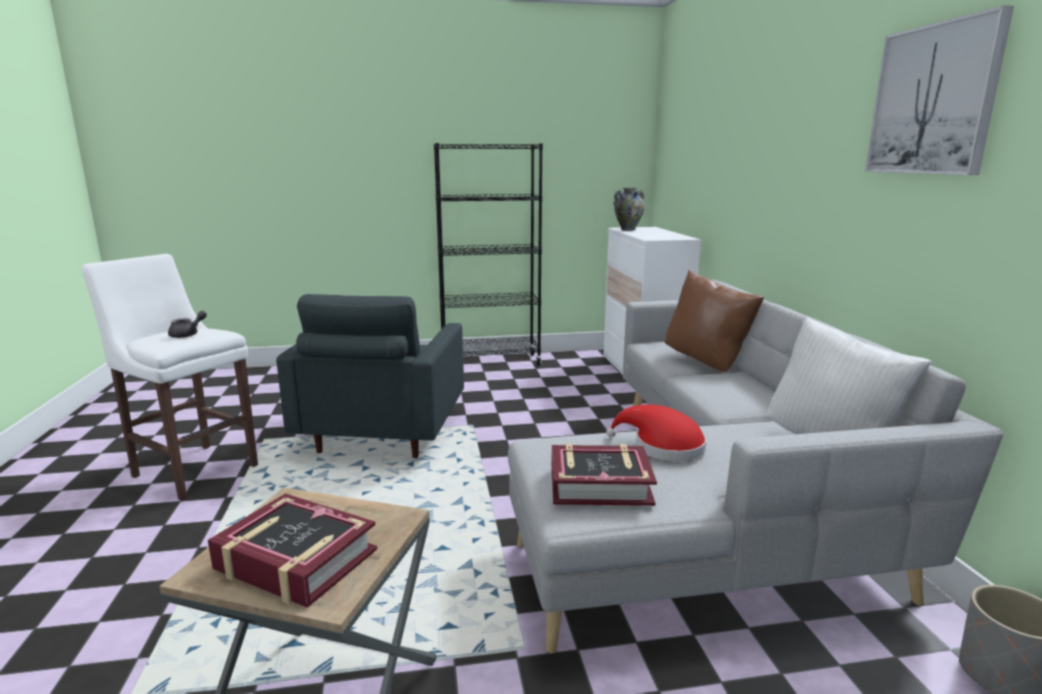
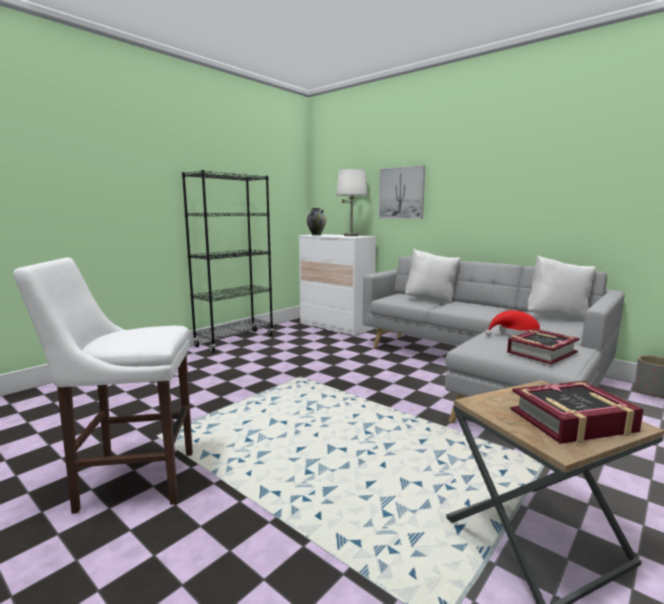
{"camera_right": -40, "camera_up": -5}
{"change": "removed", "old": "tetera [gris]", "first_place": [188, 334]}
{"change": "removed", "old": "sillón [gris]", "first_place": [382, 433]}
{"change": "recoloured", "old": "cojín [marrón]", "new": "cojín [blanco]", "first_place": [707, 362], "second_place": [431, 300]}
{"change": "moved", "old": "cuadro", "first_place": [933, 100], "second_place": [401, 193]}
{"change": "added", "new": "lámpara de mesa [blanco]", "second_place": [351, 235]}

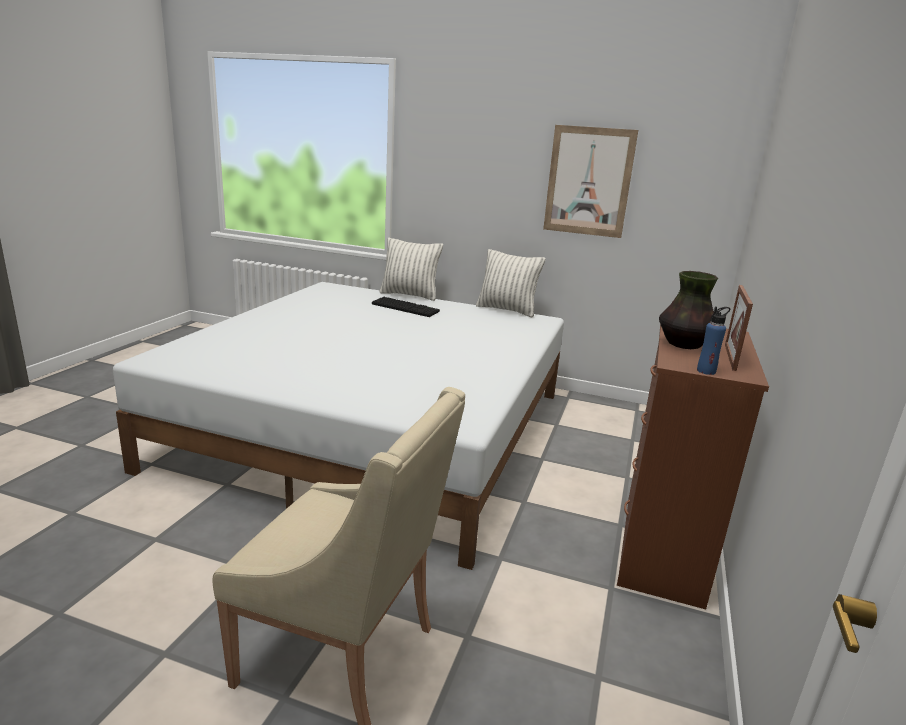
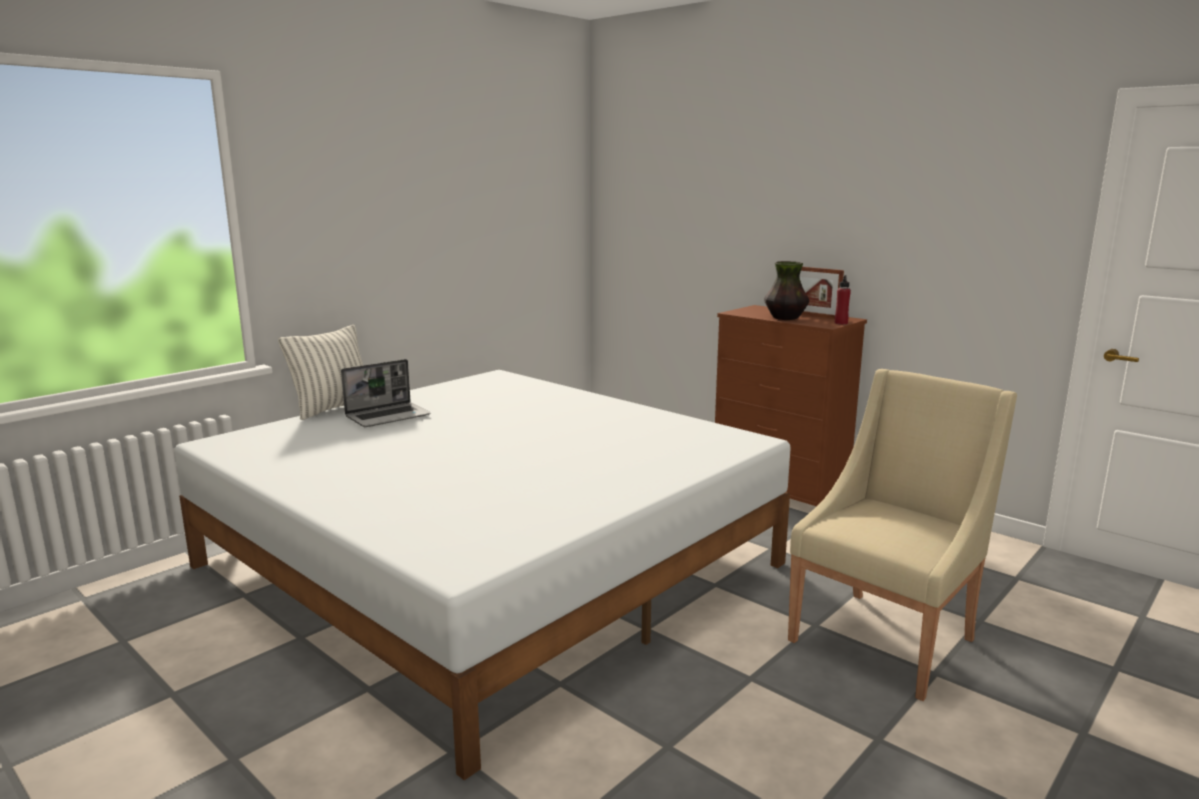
{"camera_right": -65, "camera_up": -5}
{"change": "replaced", "old": "teclado", "new": "portátil", "first_place": [406, 308], "second_place": [388, 416]}
{"change": "removed", "old": "cojín", "first_place": [507, 310]}
{"change": "removed", "old": "cuadro", "first_place": [588, 181]}
{"change": "recoloured", "old": "botella [azul]", "new": "botella [rojo]", "first_place": [706, 371], "second_place": [841, 323]}

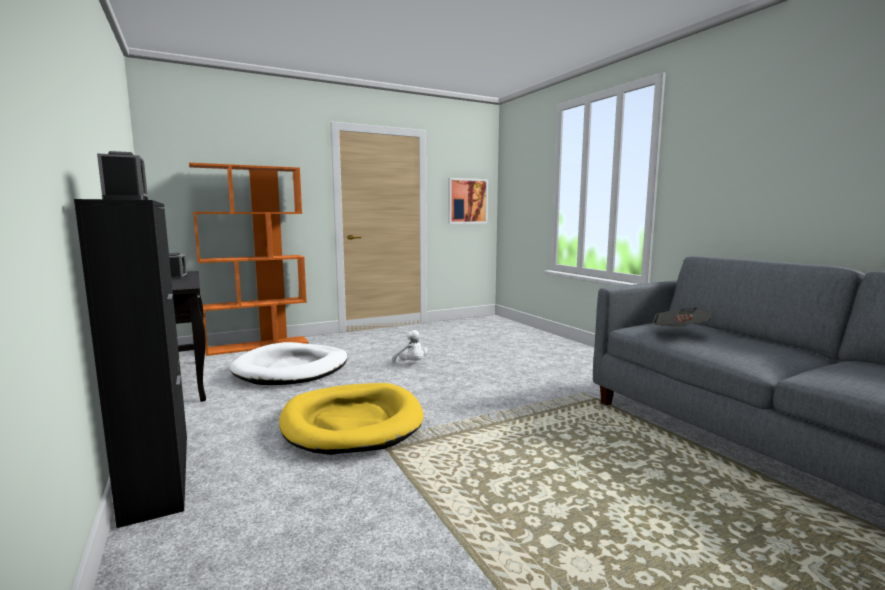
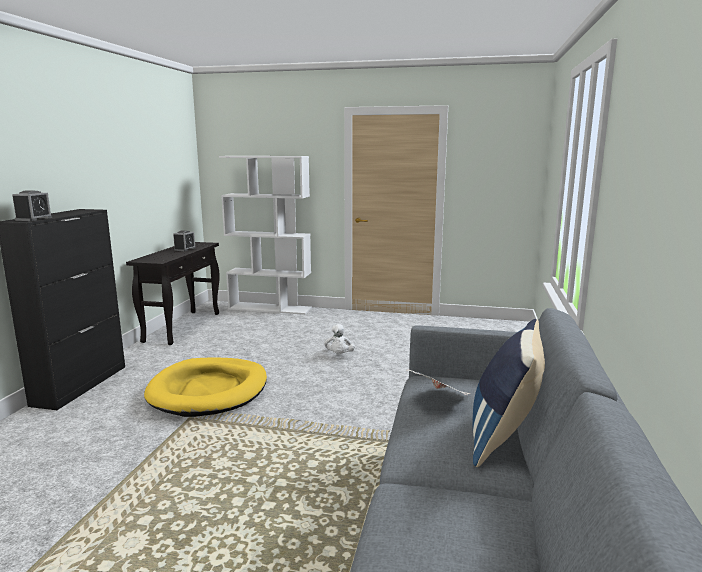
{"camera_right": 40, "camera_up": 5}
{"change": "recoloured", "old": "estantería [naranja]", "new": "estantería [blanco]", "first_place": [258, 345], "second_place": [270, 308]}
{"change": "removed", "old": "cama para perro [blanco]", "first_place": [292, 369]}
{"change": "removed", "old": "cuadro", "first_place": [467, 201]}
{"change": "added", "new": "cojín [azul]", "second_place": [504, 437]}

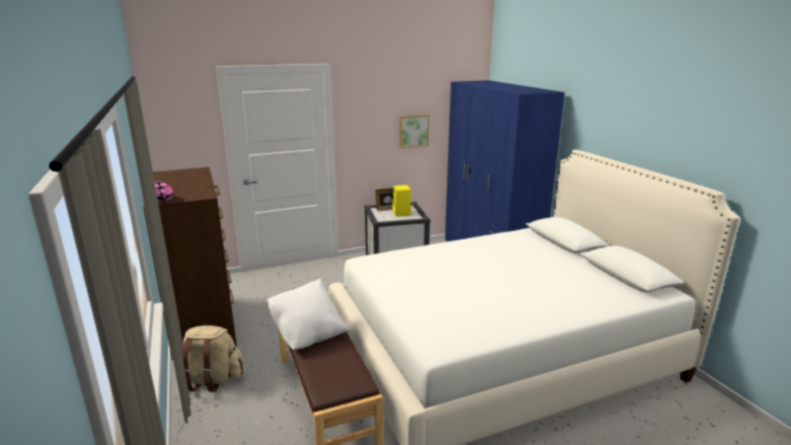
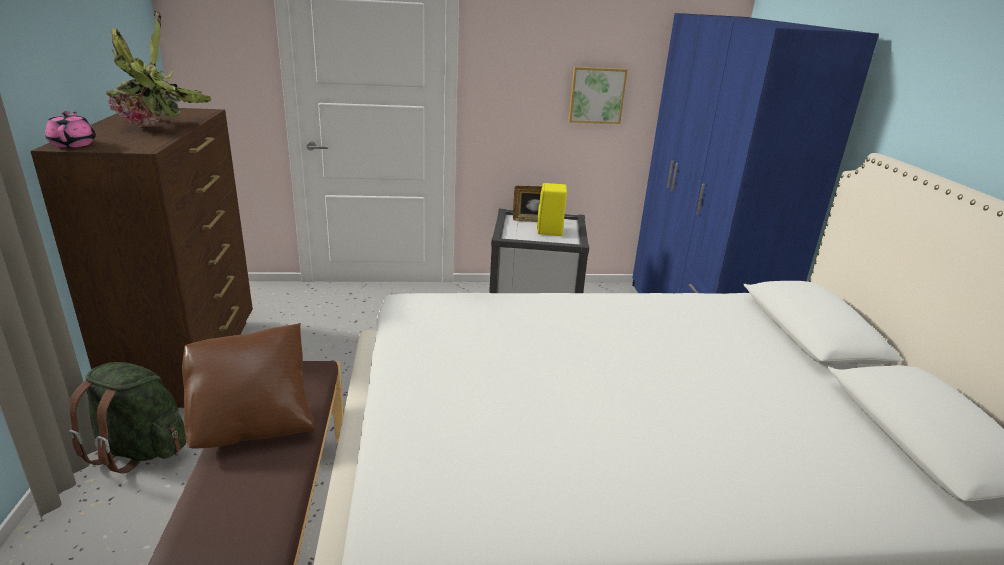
{"camera_right": 15, "camera_up": 5}
{"change": "recoloured", "old": "mochila [beis]", "new": "mochila [verde]", "first_place": [212, 379], "second_place": [139, 450]}
{"change": "recoloured", "old": "cojín [blanco]", "new": "cojín [marrón]", "first_place": [308, 334], "second_place": [253, 419]}
{"change": "added", "new": "planta en maceta", "second_place": [161, 126]}

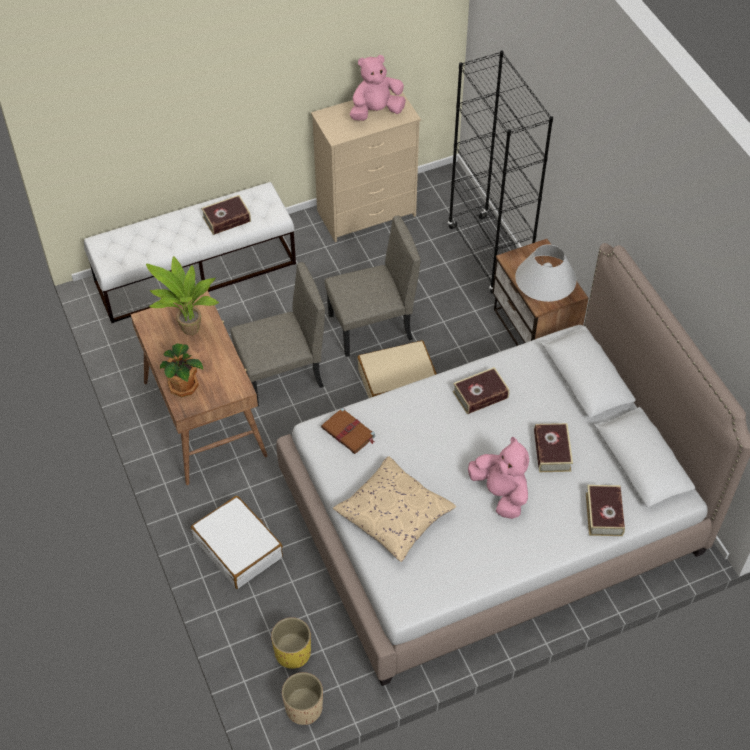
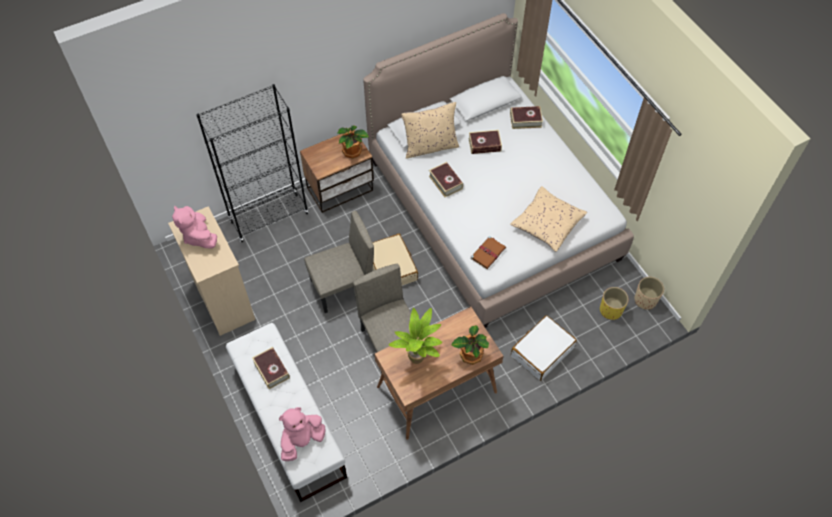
{"camera_right": -95, "camera_up": 5}
{"change": "turned", "old": "silla [beis]", "first_place": [370, 327], "second_place": [342, 287], "degrees": 90}
{"change": "moved", "old": "peluche [rosa]", "first_place": [500, 493], "second_place": [302, 440]}
{"change": "replaced", "old": "lámpara de mesa [blanco]", "new": "planta en maceta", "first_place": [543, 294], "second_place": [352, 152]}
{"change": "added", "new": "cojín [beis]", "second_place": [430, 146]}

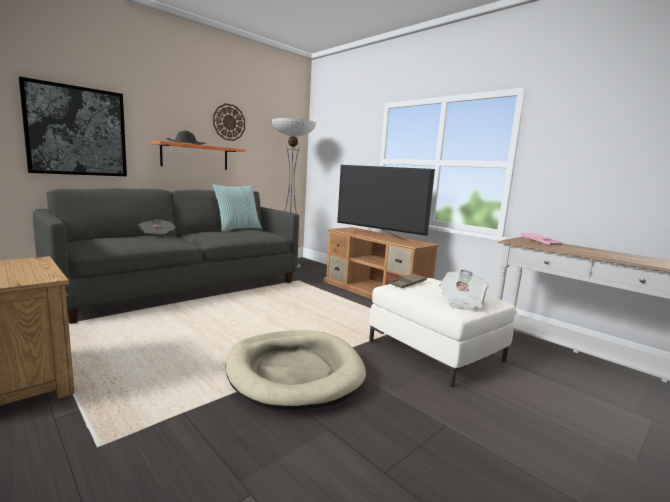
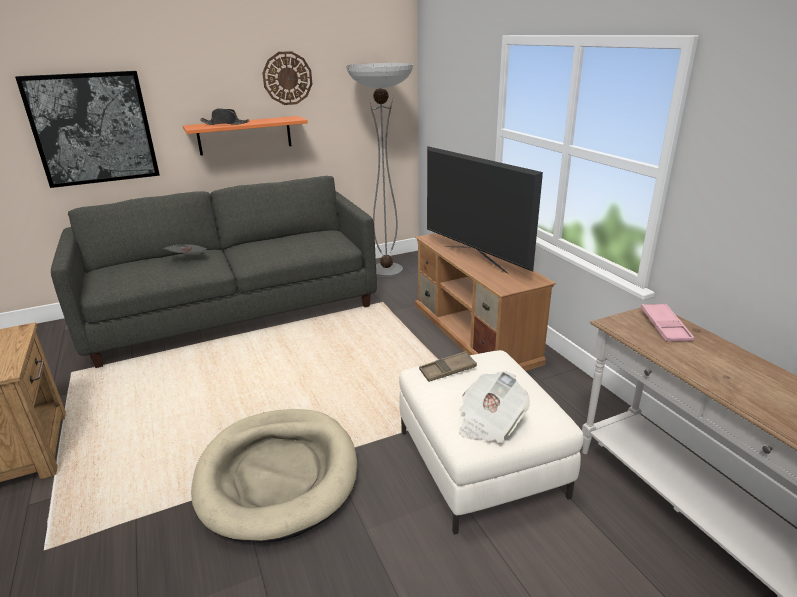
{"camera_right": 20, "camera_up": 15}
{"change": "removed", "old": "cojín", "first_place": [237, 229]}

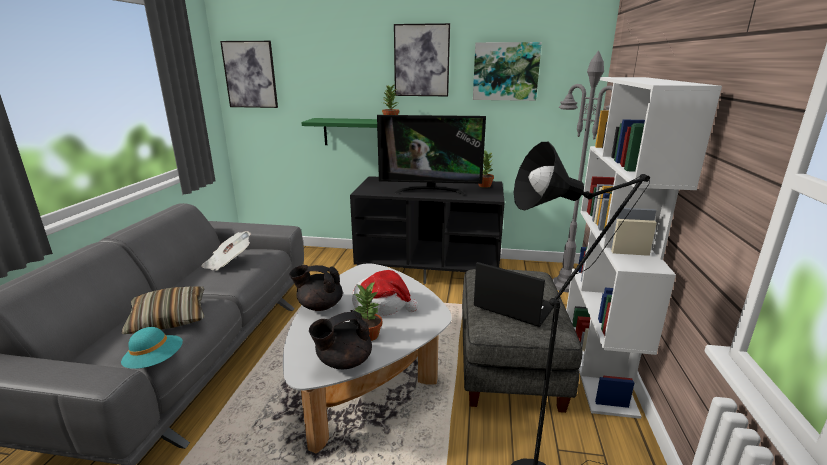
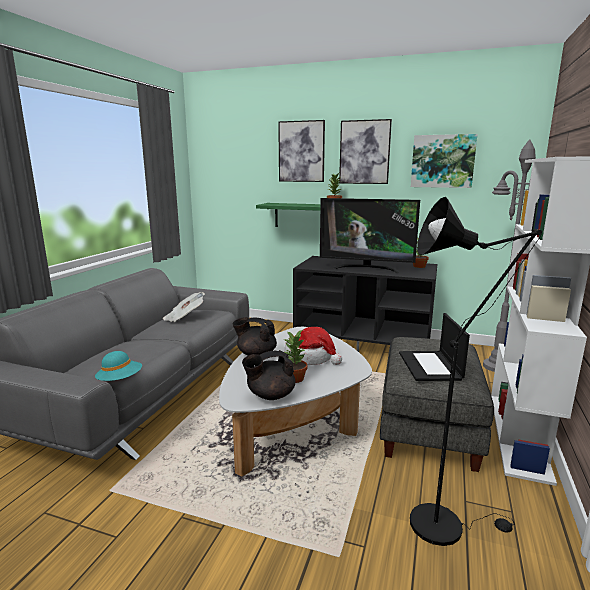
{"camera_right": 10, "camera_up": -5}
{"change": "removed", "old": "cojín", "first_place": [169, 318]}
{"change": "moved", "old": "cuadro", "first_place": [250, 74], "second_place": [301, 151]}
{"change": "turned", "old": "portátil", "first_place": [513, 306], "second_place": [430, 366], "degrees": -135}

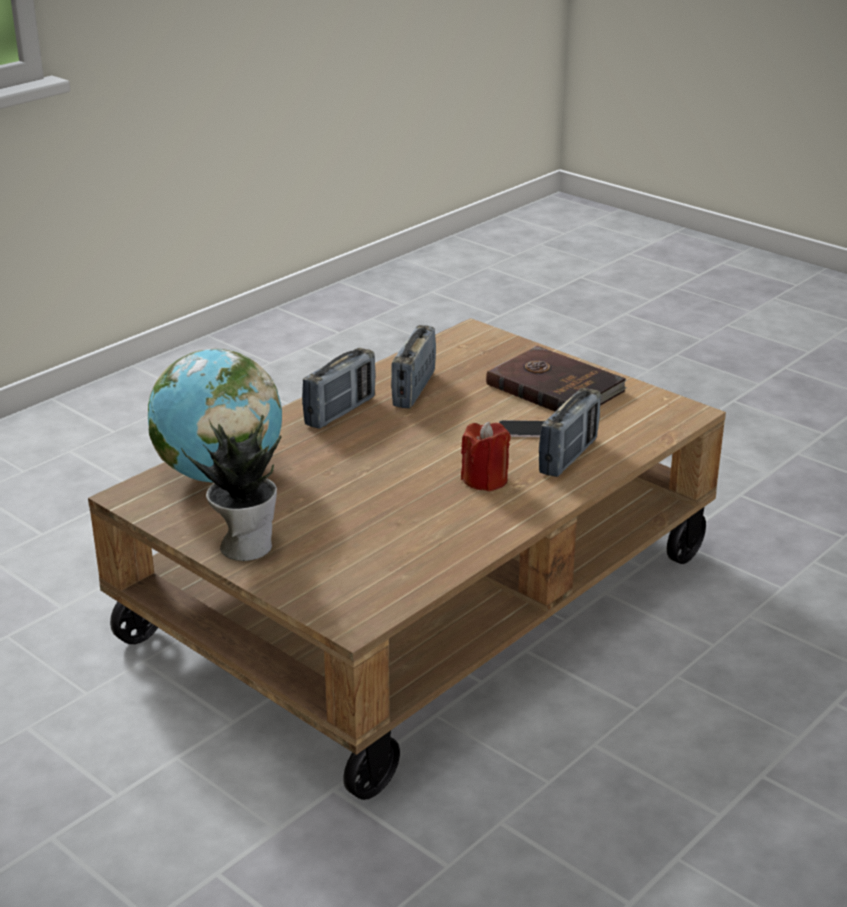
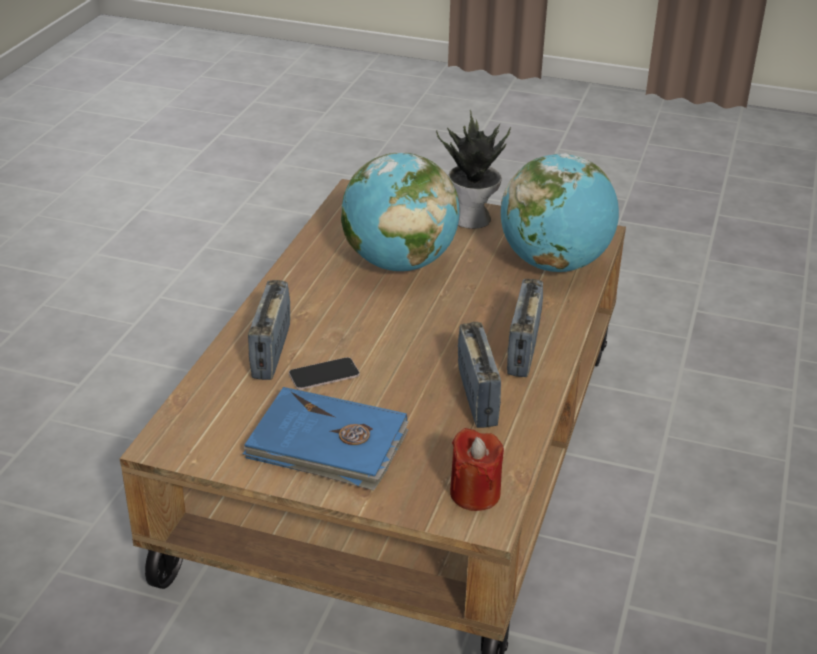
{"camera_right": 155, "camera_up": 5}
{"change": "moved", "old": "vela [rojo]", "first_place": [485, 480], "second_place": [475, 493]}
{"change": "recoloured", "old": "libro [marrón]", "new": "libro [azul]", "first_place": [555, 386], "second_place": [328, 444]}
{"change": "added", "new": "globo terráqueo", "second_place": [399, 263]}

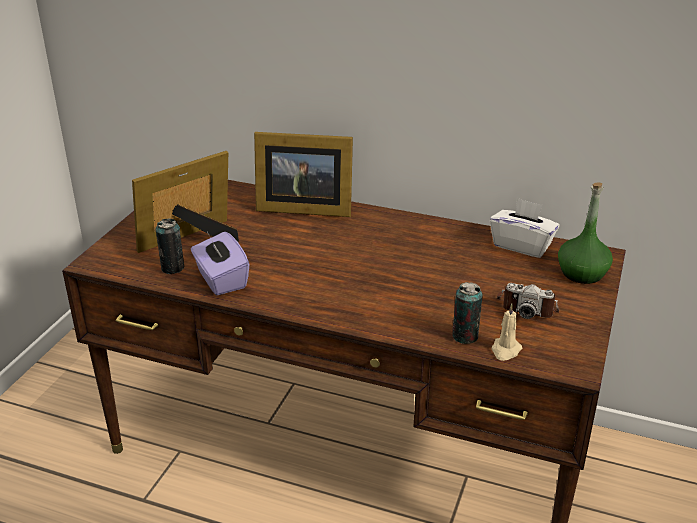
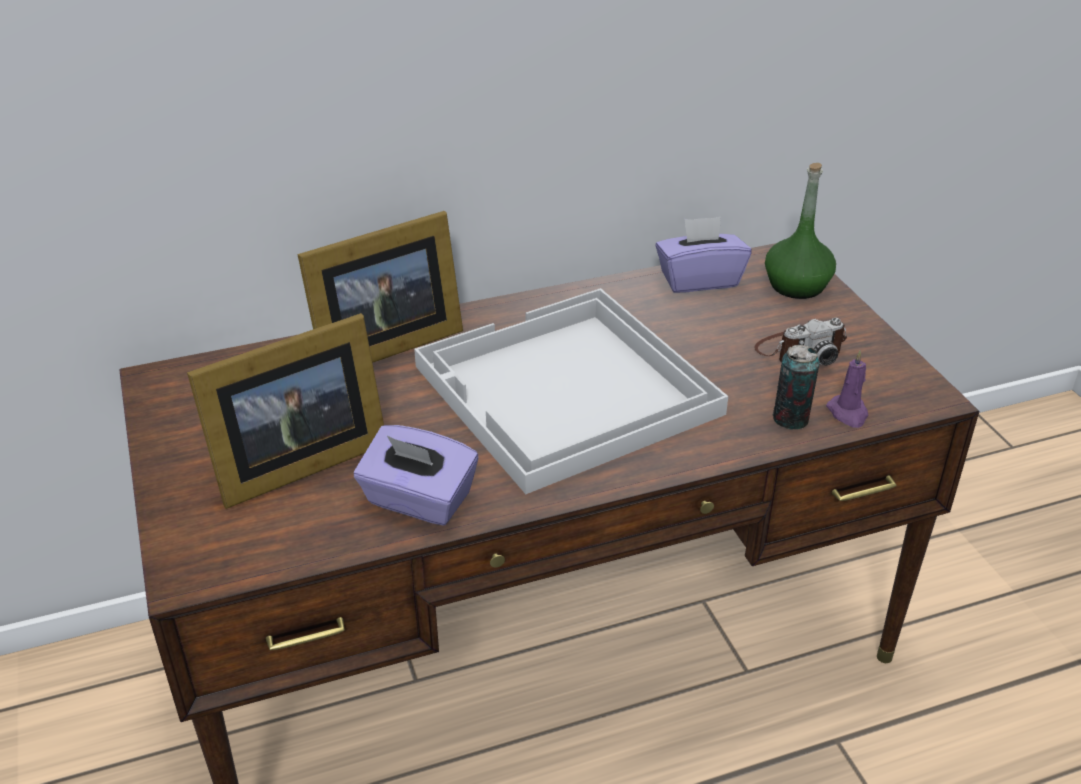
{"camera_right": -40, "camera_up": 5}
{"change": "turned", "old": "portarretratos", "first_place": [192, 240], "second_place": [293, 464], "degrees": -135}
{"change": "removed", "old": "lata", "first_place": [172, 268]}
{"change": "recoloured", "old": "caja de pañuelos [blanco]", "new": "caja de pañuelos [morado]", "first_place": [522, 245], "second_place": [699, 280]}
{"change": "recoloured", "old": "vela [beis]", "new": "vela [morado]", "first_place": [505, 350], "second_place": [848, 413]}
{"change": "added", "new": "bandeja [blanco]", "second_place": [565, 392]}

